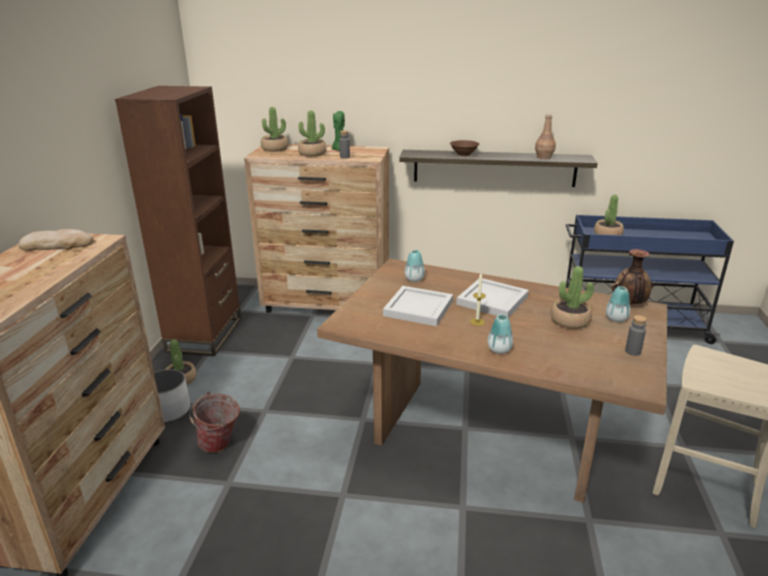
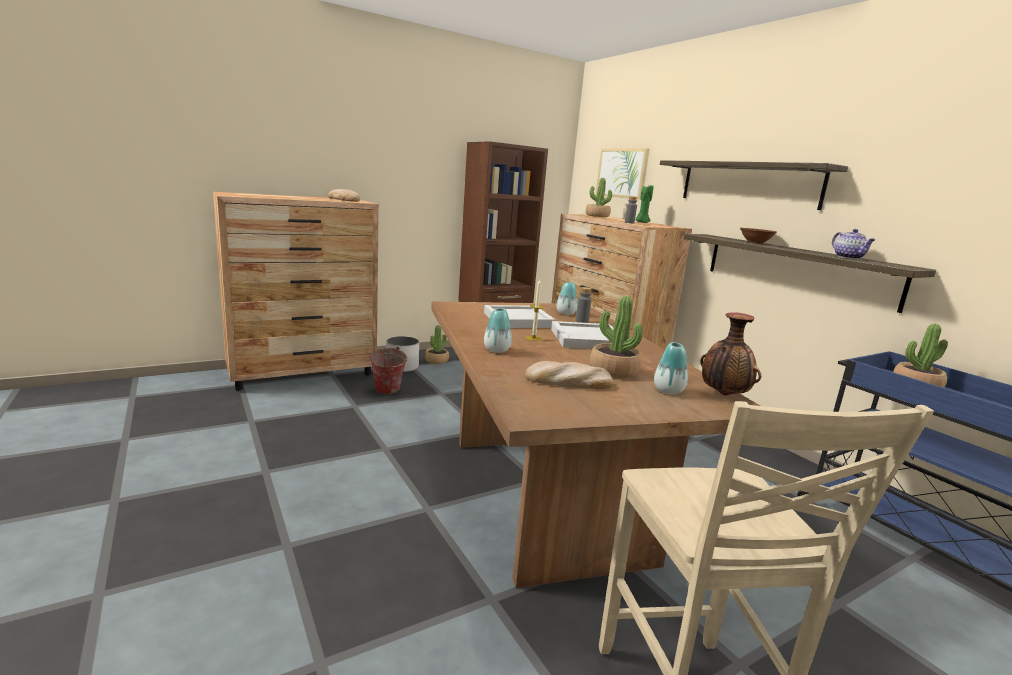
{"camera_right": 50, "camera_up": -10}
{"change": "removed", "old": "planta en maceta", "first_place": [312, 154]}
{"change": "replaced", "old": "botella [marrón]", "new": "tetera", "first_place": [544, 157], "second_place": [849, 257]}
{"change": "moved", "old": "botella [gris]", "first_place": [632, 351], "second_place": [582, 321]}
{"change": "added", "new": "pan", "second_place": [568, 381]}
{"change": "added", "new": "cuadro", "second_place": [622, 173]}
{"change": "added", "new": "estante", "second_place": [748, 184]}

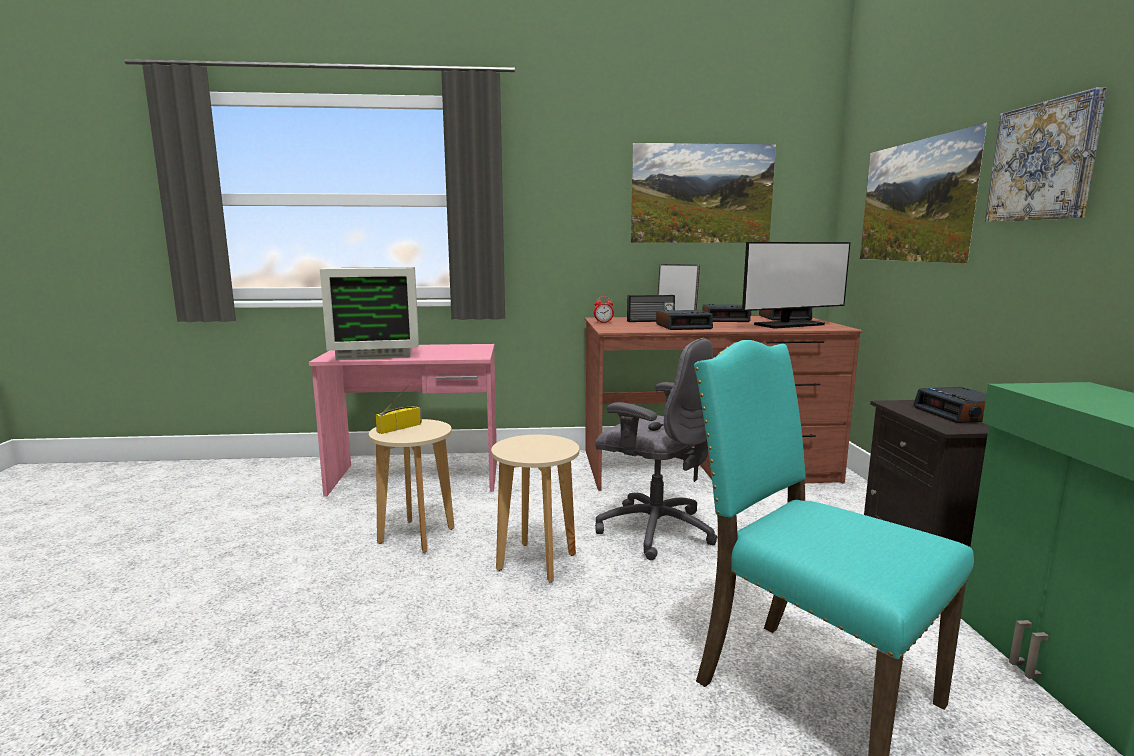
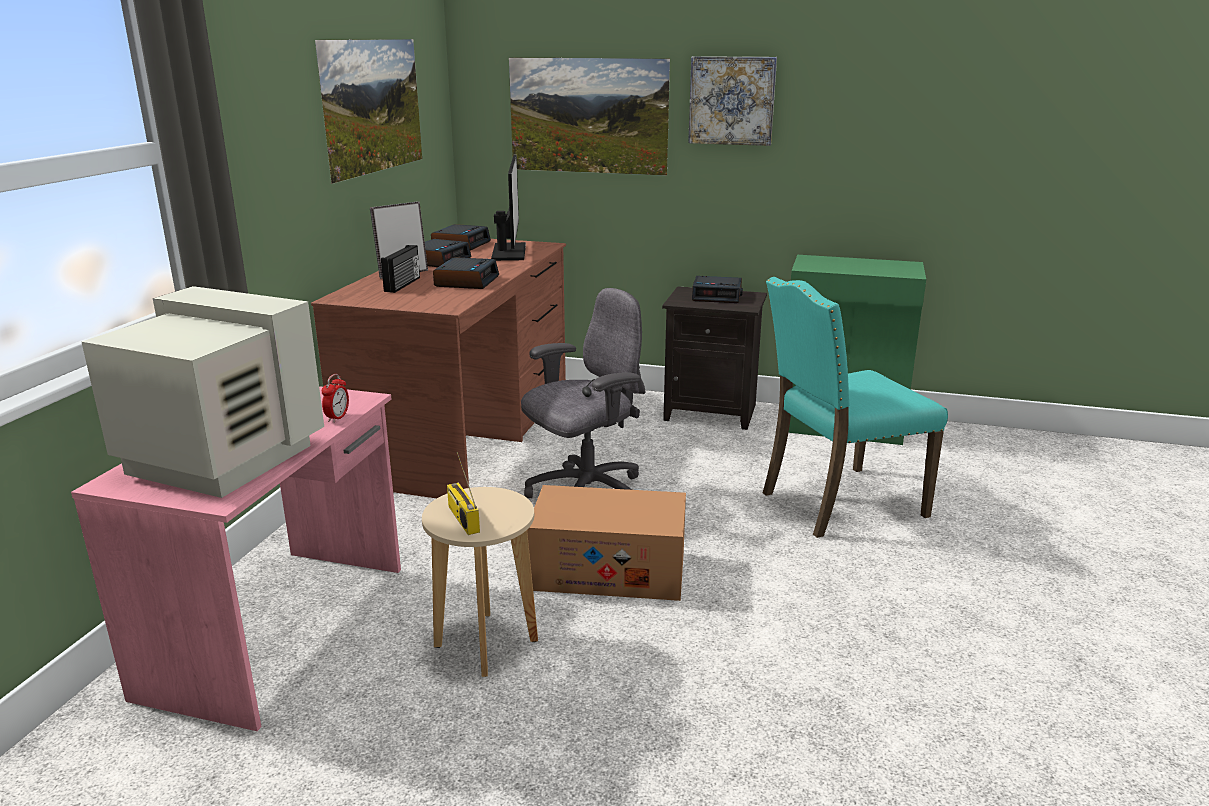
{"camera_right": -70, "camera_up": 10}
{"change": "turned", "old": "monitor", "first_place": [376, 352], "second_place": [219, 460], "degrees": -75}
{"change": "replaced", "old": "taburete [beis]", "new": "caja de cartón", "first_place": [537, 562], "second_place": [608, 570]}
{"change": "moved", "old": "despertador", "first_place": [603, 322], "second_place": [337, 417]}

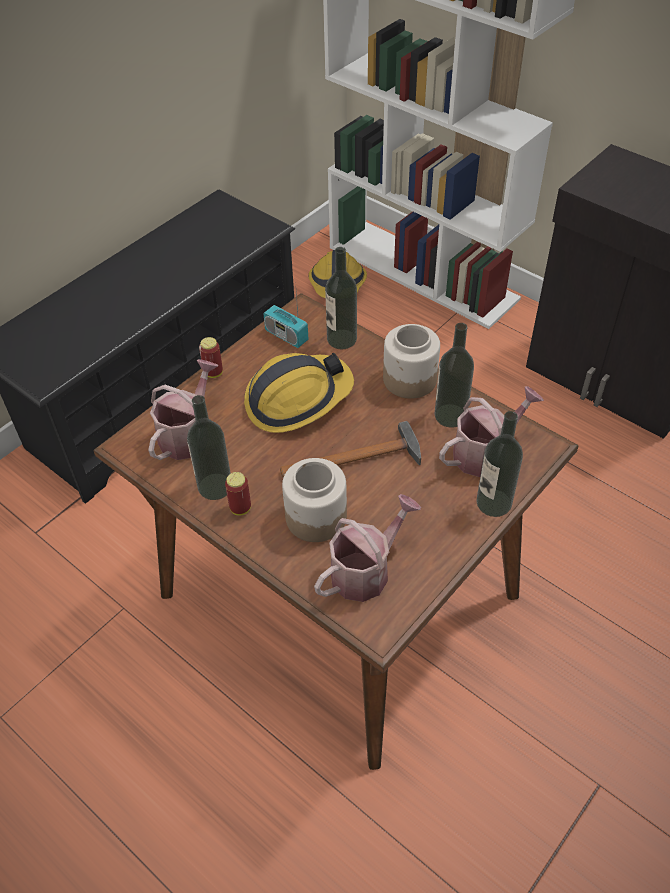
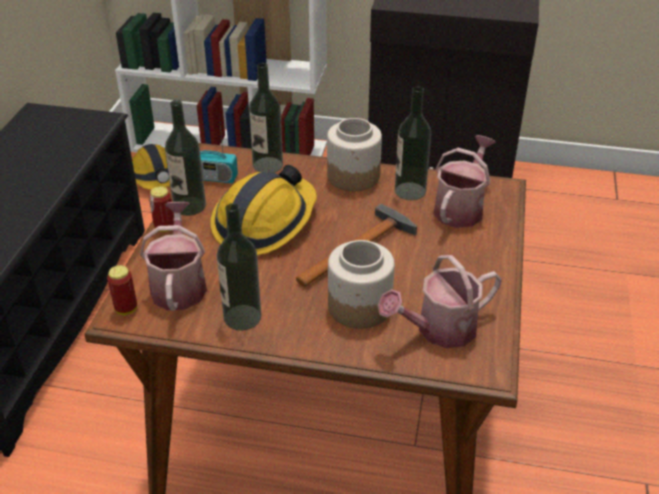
{"camera_right": -30, "camera_up": -10}
{"change": "moved", "old": "lata", "first_place": [240, 508], "second_place": [126, 309]}
{"change": "turned", "old": "regadera", "first_place": [366, 570], "second_place": [439, 330], "degrees": -135}
{"change": "moved", "old": "botella", "first_place": [494, 503], "second_place": [189, 206]}

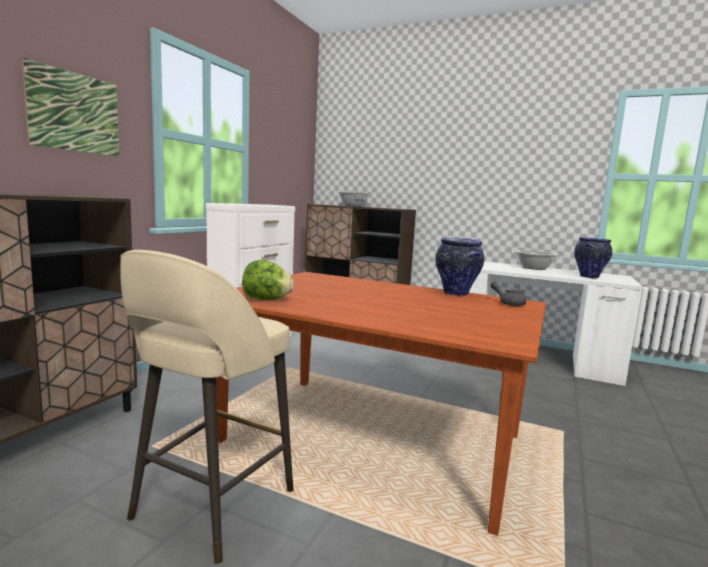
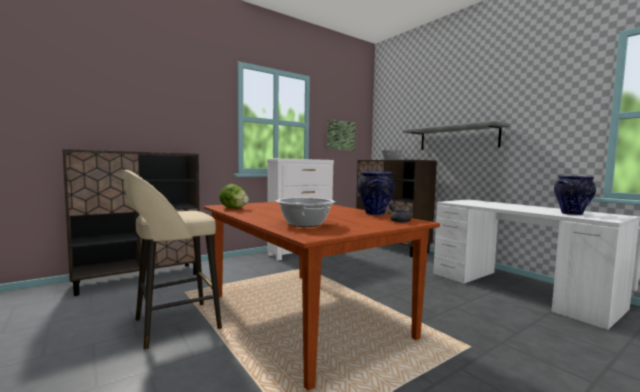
{"camera_right": 30, "camera_up": -5}
{"change": "moved", "old": "cuadro", "first_place": [75, 112], "second_place": [341, 135]}
{"change": "moved", "old": "olla", "first_place": [534, 268], "second_place": [305, 224]}
{"change": "added", "new": "estante [gris]", "second_place": [457, 138]}

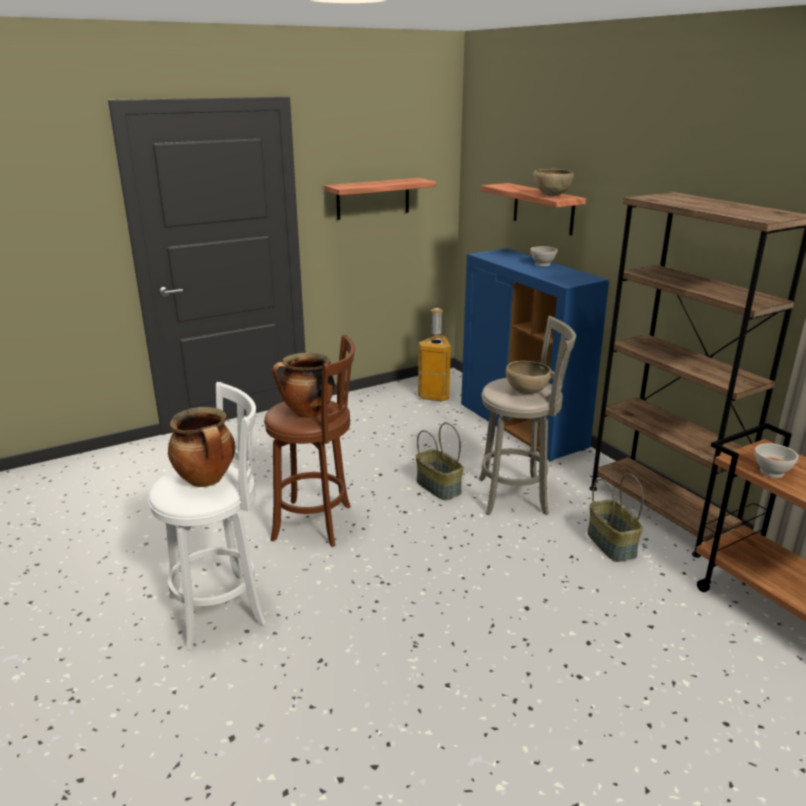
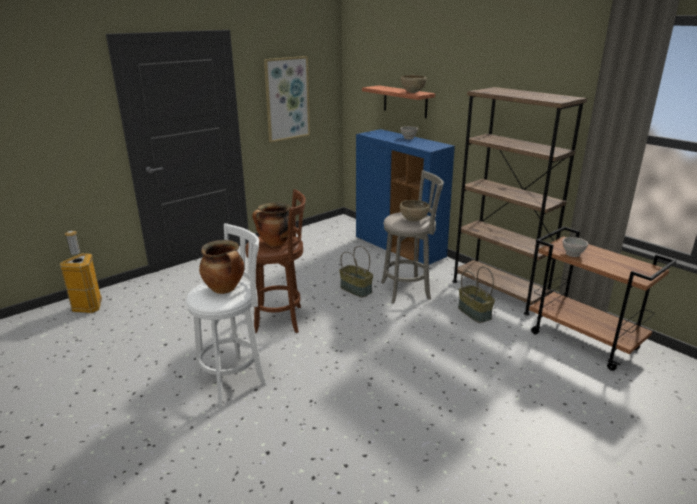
{"camera_right": -10, "camera_up": 0}
{"change": "replaced", "old": "estante", "new": "cuadro", "first_place": [373, 198], "second_place": [287, 99]}
{"change": "moved", "old": "papelera", "first_place": [435, 395], "second_place": [89, 307]}

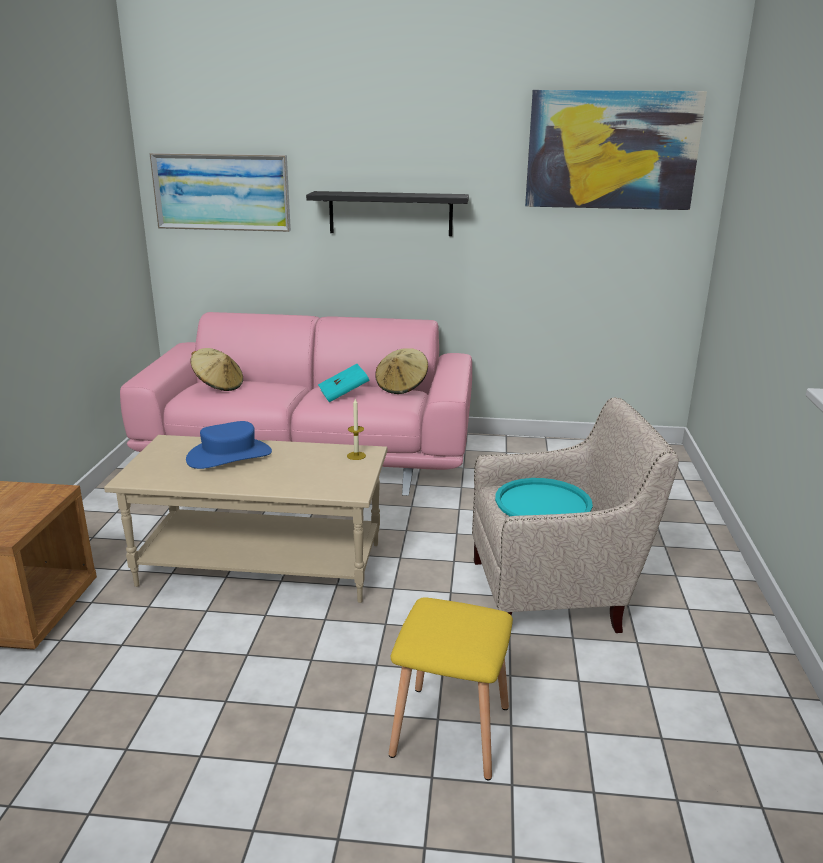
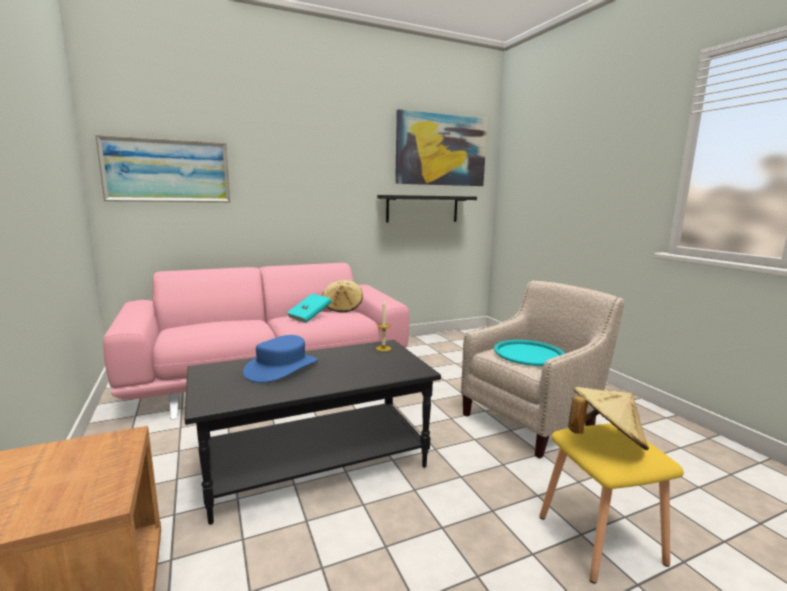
{"camera_right": -30, "camera_up": -10}
{"change": "recoloured", "old": "mesa de centro [beis]", "new": "mesa de centro [negro]", "first_place": [263, 563], "second_place": [316, 462]}
{"change": "moved", "old": "sombrero [beis]", "first_place": [218, 386], "second_place": [605, 441]}
{"change": "moved", "old": "estante [negro]", "first_place": [390, 213], "second_place": [422, 208]}

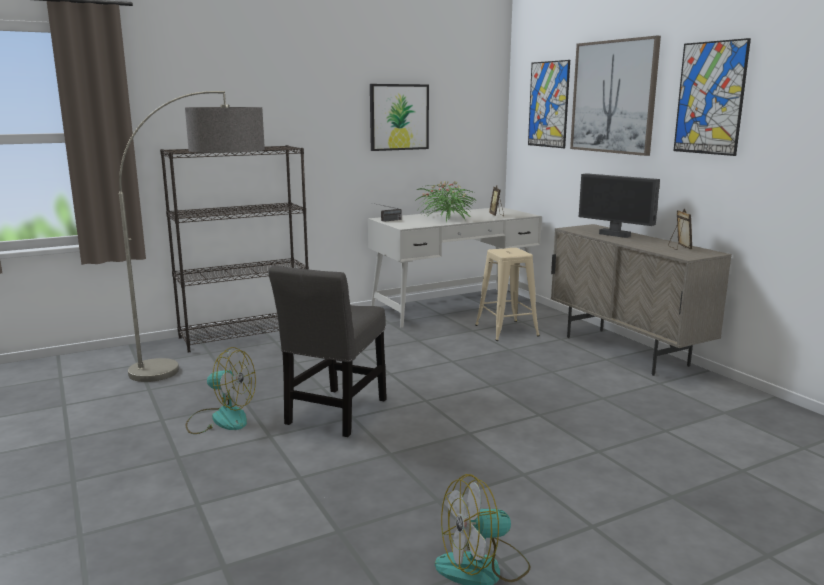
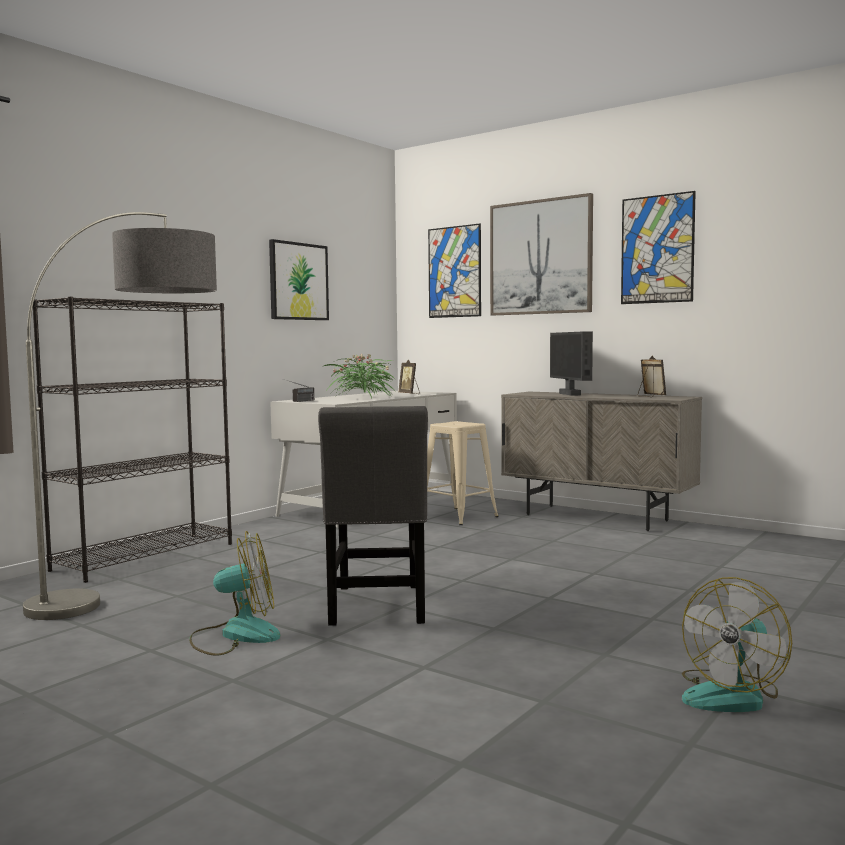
{"camera_right": -25, "camera_up": -10}
{"change": "turned", "old": "monitor", "first_place": [615, 235], "second_place": [571, 394], "degrees": 60}

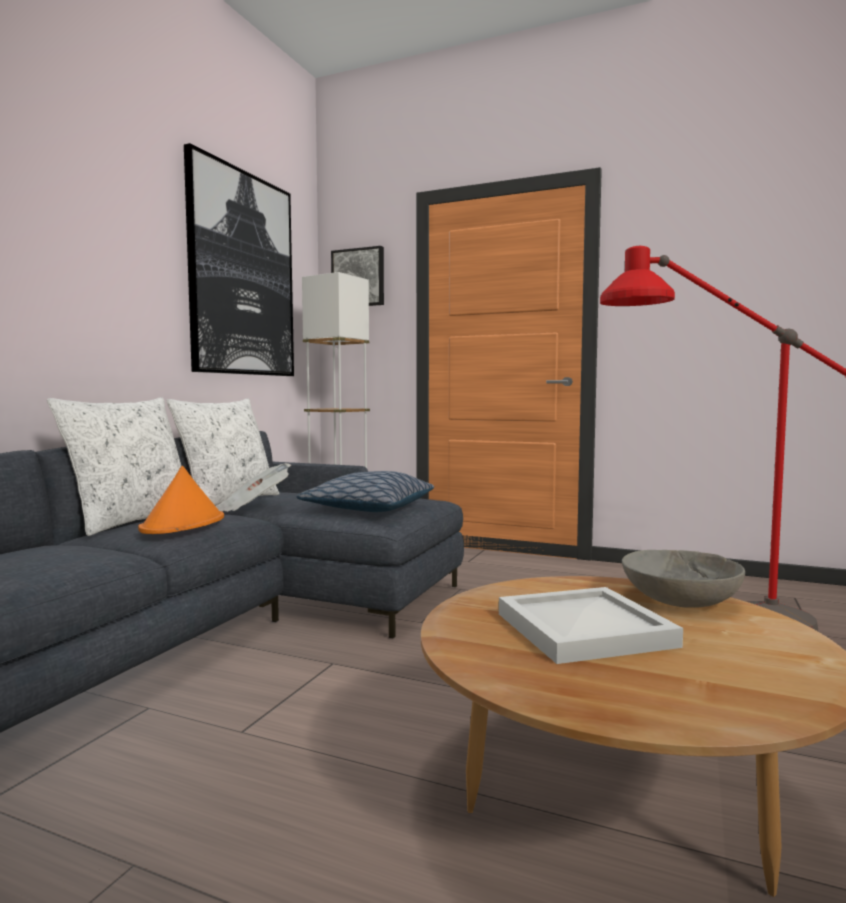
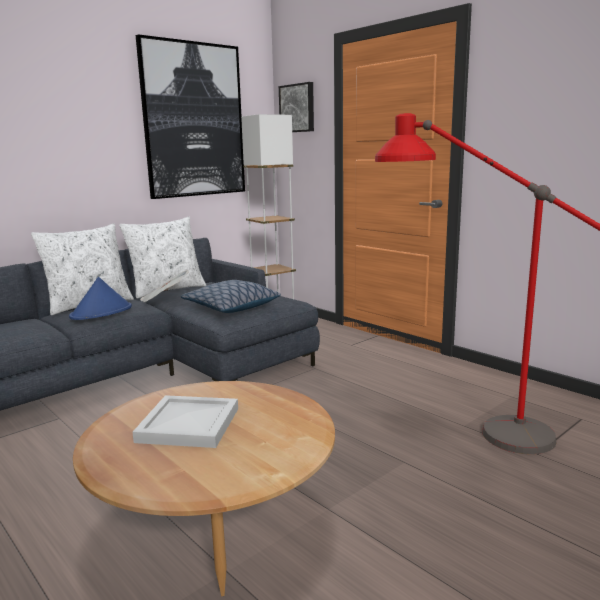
{"camera_right": 25, "camera_up": 10}
{"change": "recoloured", "old": "sombrero [naranja]", "new": "sombrero [azul]", "first_place": [183, 524], "second_place": [101, 312]}
{"change": "removed", "old": "cuenco [gris]", "first_place": [679, 599]}

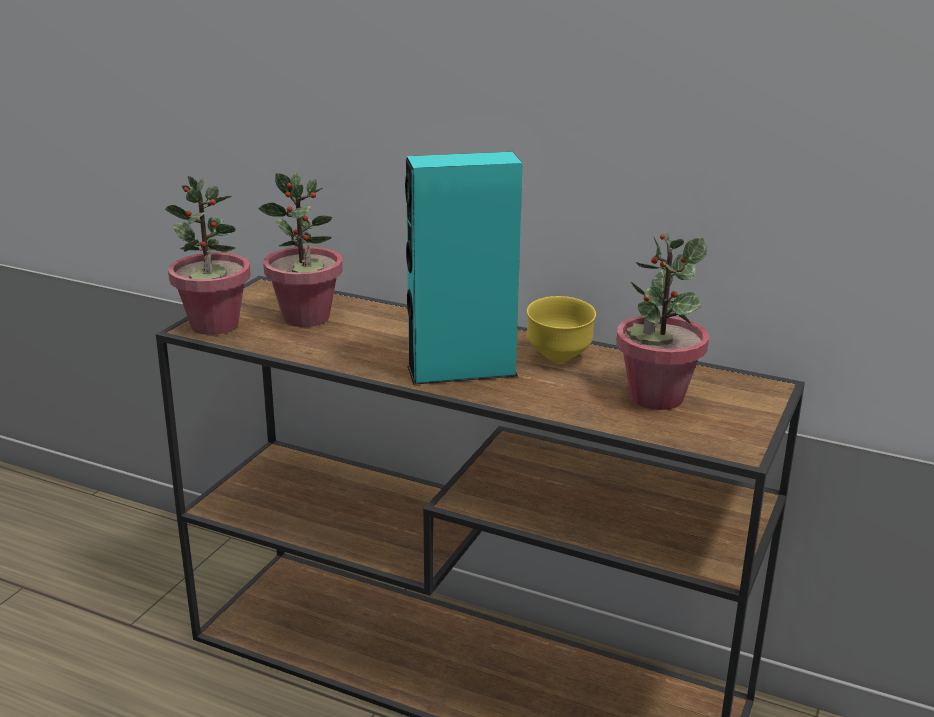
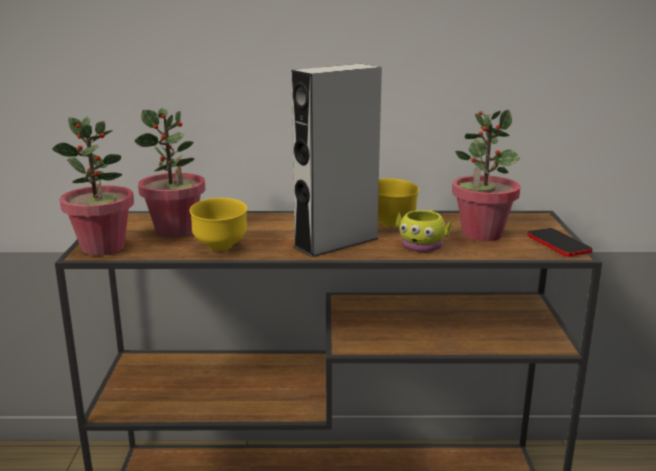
{"camera_right": -25, "camera_up": -5}
{"change": "recoloured", "old": "altavoz [turquesa]", "new": "altavoz [gris]", "first_place": [462, 371], "second_place": [336, 242]}
{"change": "added", "new": "cuenco [amarillo]", "second_place": [220, 248]}
{"change": "added", "new": "taza grande [amarillo]", "second_place": [423, 244]}
{"change": "added", "new": "móvil", "second_place": [558, 244]}

